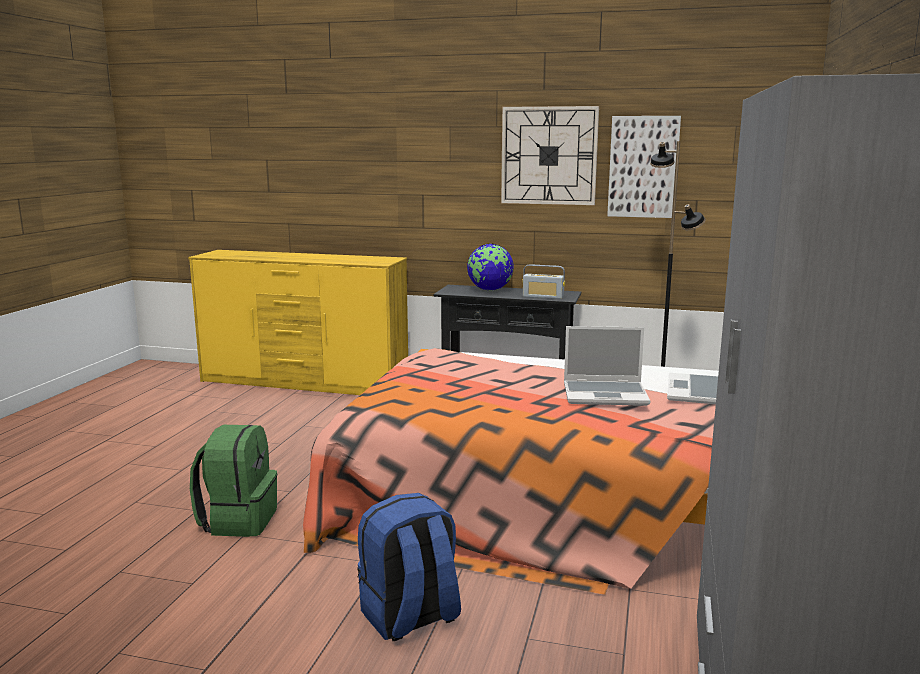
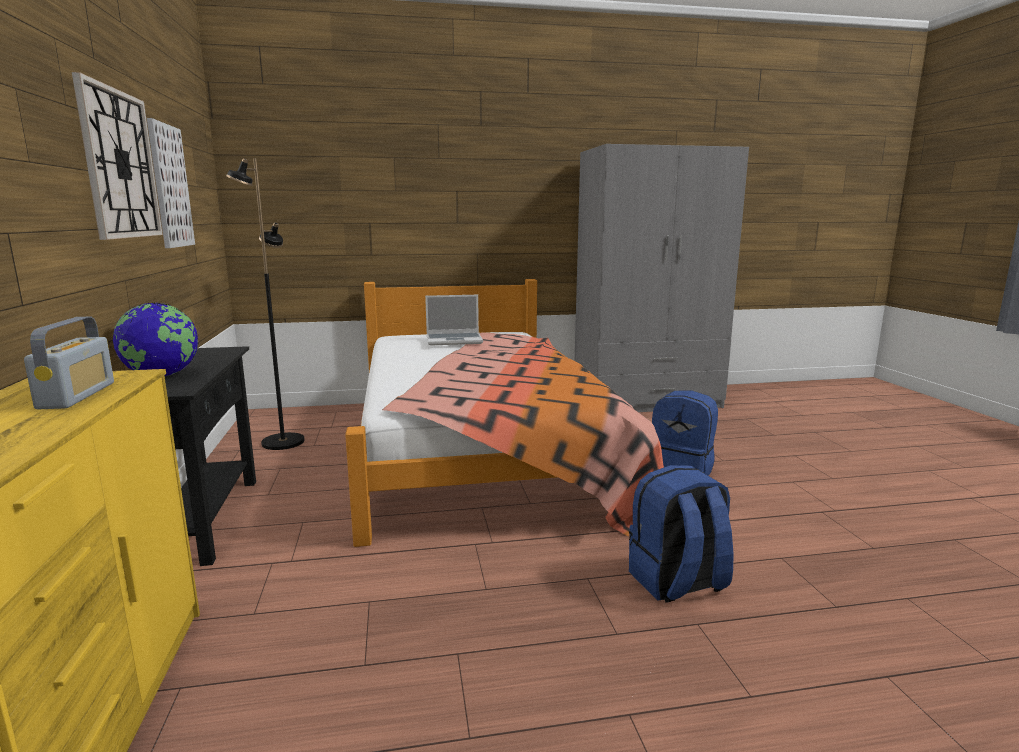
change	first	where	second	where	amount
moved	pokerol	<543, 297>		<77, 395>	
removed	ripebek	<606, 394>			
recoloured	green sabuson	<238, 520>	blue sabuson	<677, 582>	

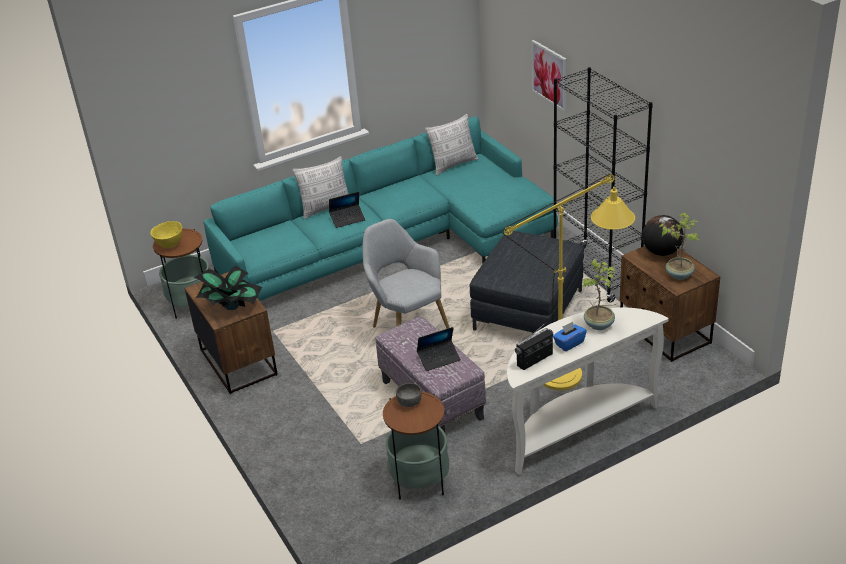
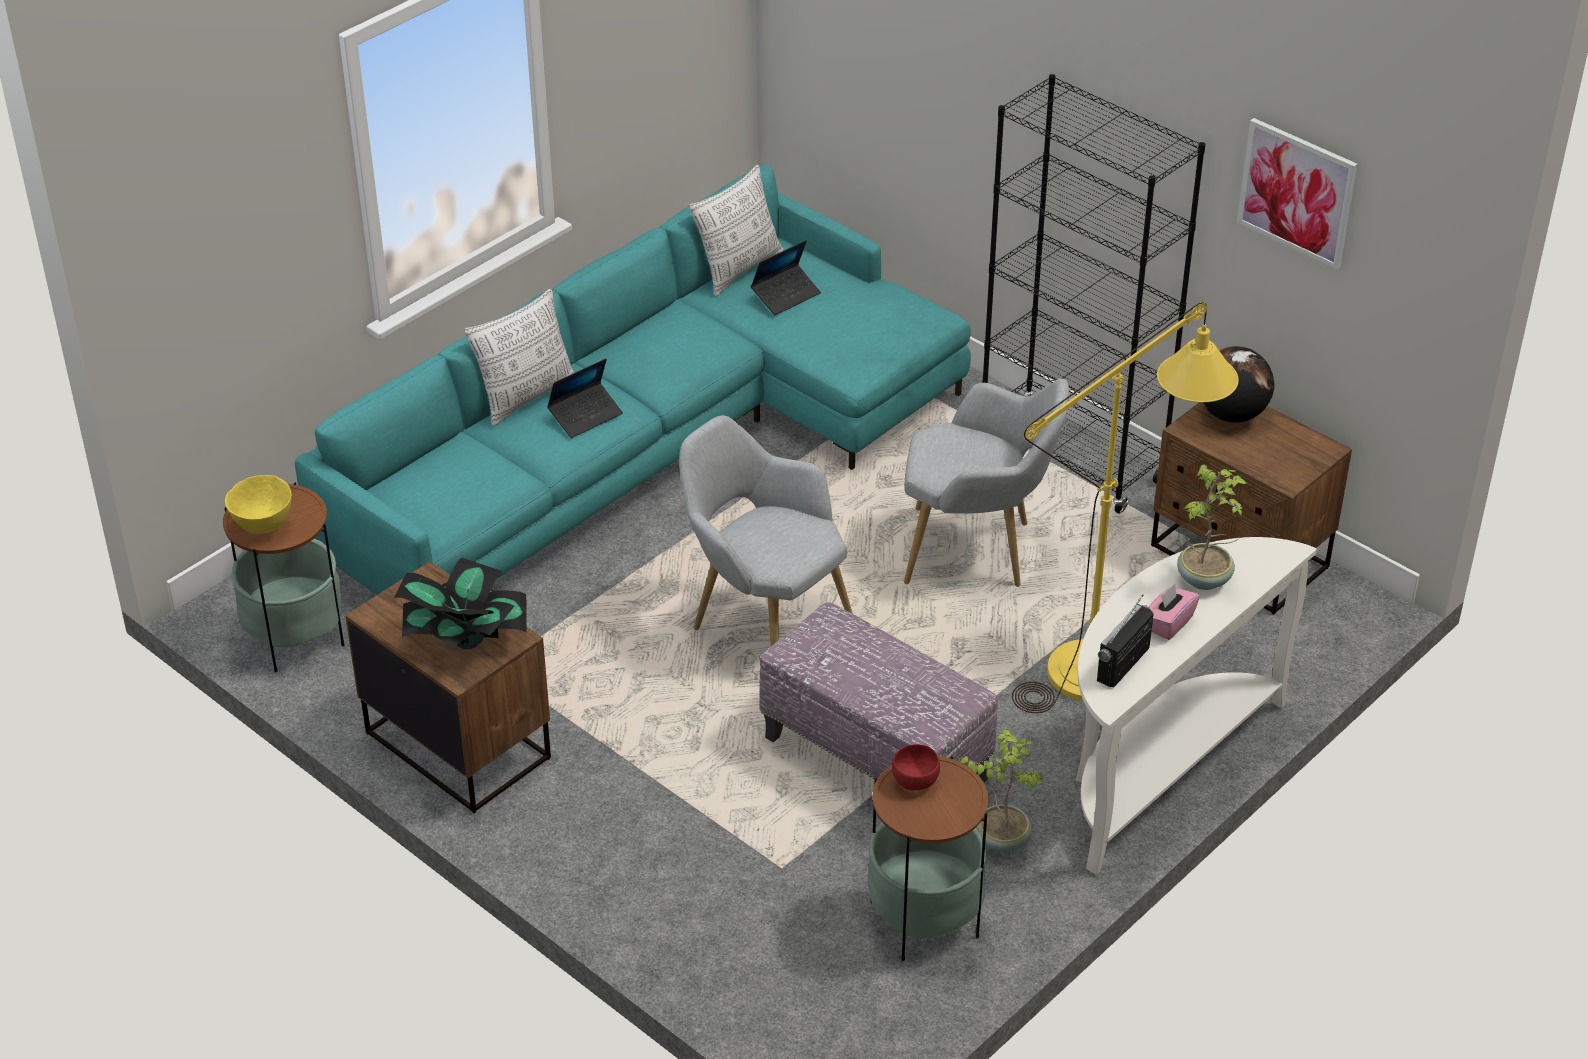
change	first	where	second	where	amount
moved	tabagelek	<549, 75>		<1297, 192>	
moved	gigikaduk	<679, 274>		<1002, 839>	
replaced	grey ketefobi	<528, 311>	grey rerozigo	<977, 552>	
recoloured	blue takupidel	<569, 343>	pink takupidel	<1168, 623>	
moved	ripebek	<439, 358>		<786, 295>	
recoloured	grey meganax	<409, 402>	red meganax	<915, 780>	

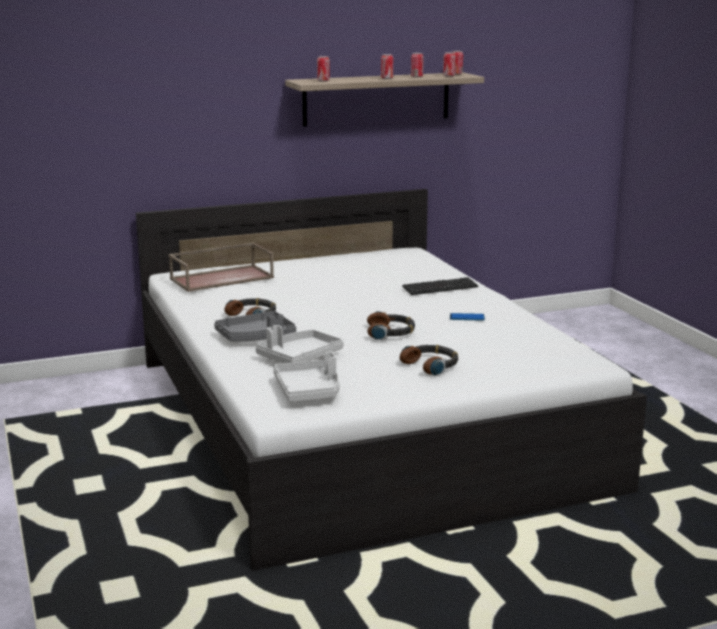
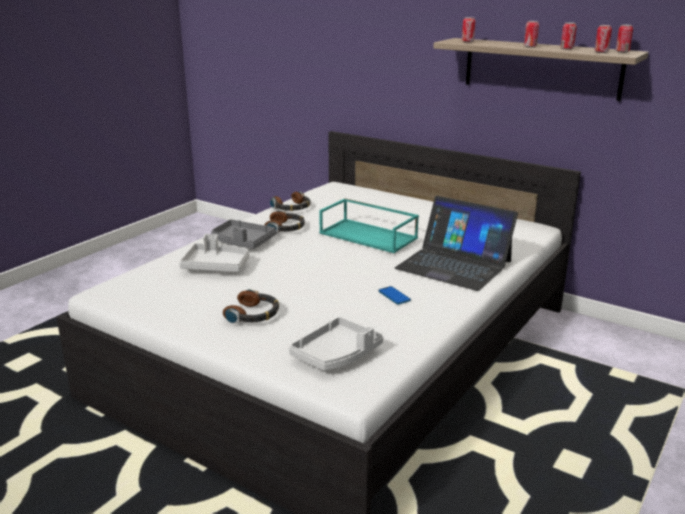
change	first	where	second	where	amount
removed	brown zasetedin	<222, 278>			
replaced	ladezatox	<440, 288>	ripebek	<454, 264>	
moved	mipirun	<391, 332>		<292, 208>	
moved	grey zasetedin	<309, 391>		<337, 355>	
added			turquoise zasetedin	<369, 235>	

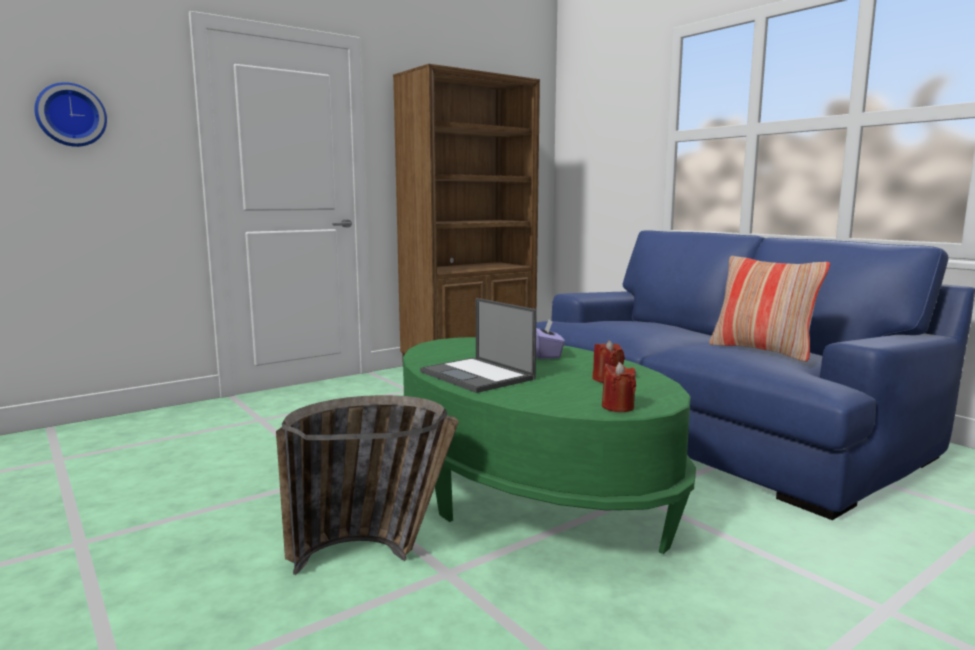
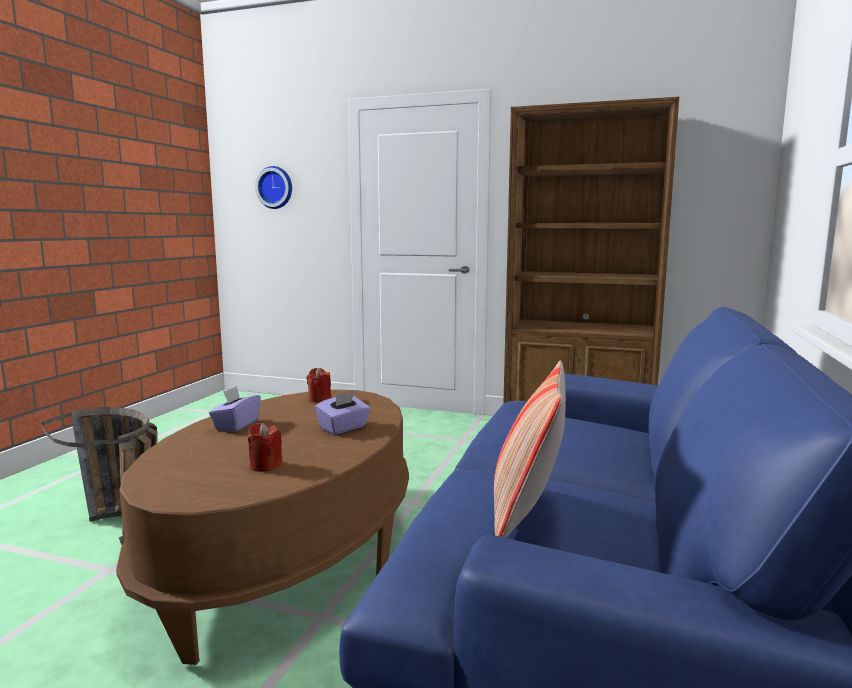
change	first	where	second	where	amount
replaced	ripebek	<478, 376>	purple takupidel	<236, 425>	
recoloured	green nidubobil	<529, 489>	brown nidubobil	<288, 555>	
moved	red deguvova	<617, 407>		<319, 399>	

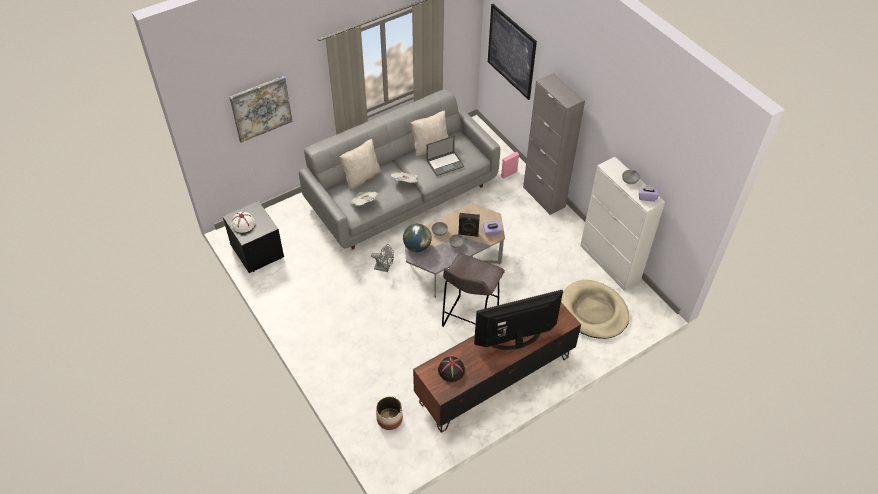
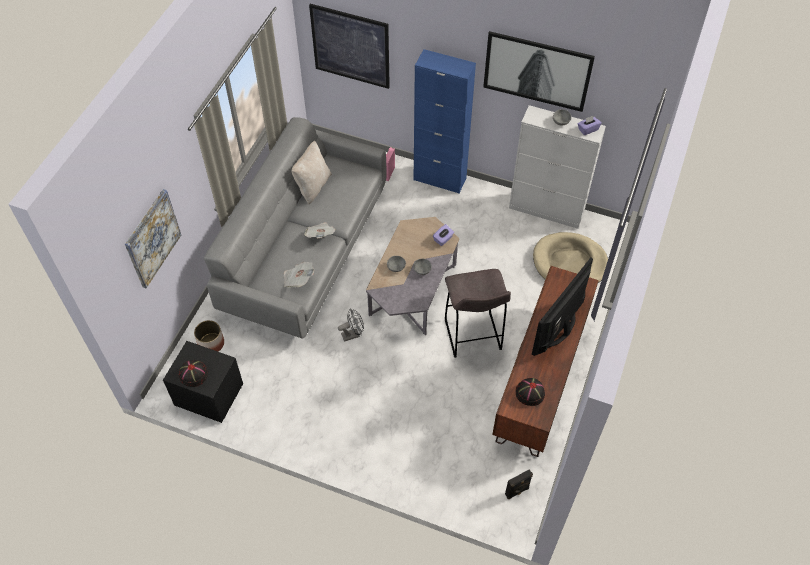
change	first	where	second	where	amount
recoloured	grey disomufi	<544, 197>	blue disomufi	<439, 179>	
removed	ripebek	<445, 163>			
removed	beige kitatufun	<361, 177>			
recoloured	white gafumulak	<243, 224>	black gafumulak	<193, 374>	
moved	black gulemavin	<468, 234>		<517, 491>	
removed	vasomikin	<417, 247>			
moved	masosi	<389, 418>		<211, 343>	
added			tabagelek	<537, 70>	

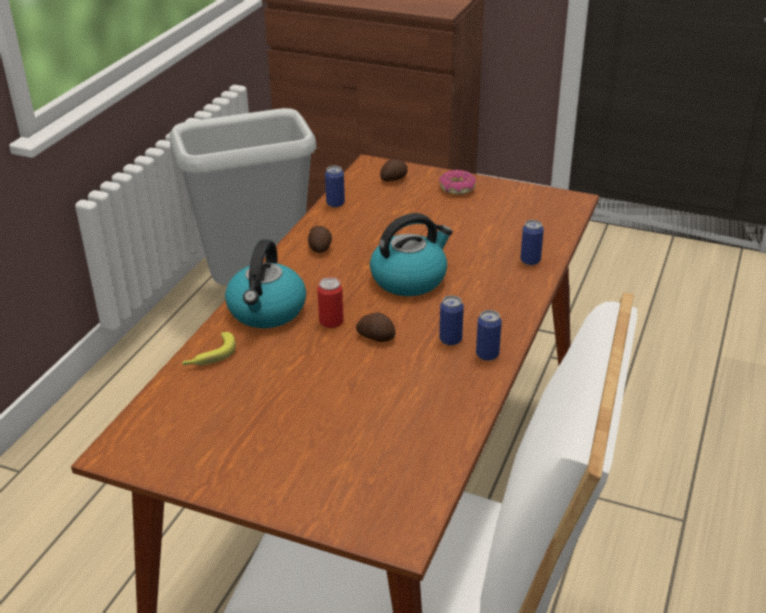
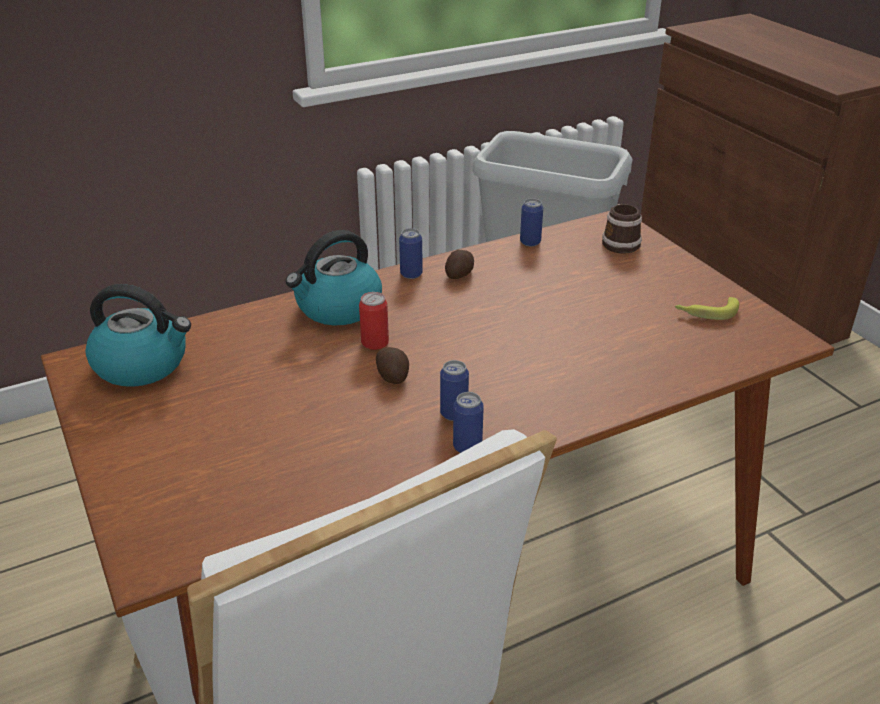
change	first	where	second	where	amount
replaced	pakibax	<394, 179>	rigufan	<619, 242>	
removed	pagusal	<457, 188>			
moved	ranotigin	<409, 279>		<143, 364>	
moved	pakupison	<530, 260>		<411, 274>	
moved	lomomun	<209, 356>		<706, 312>	

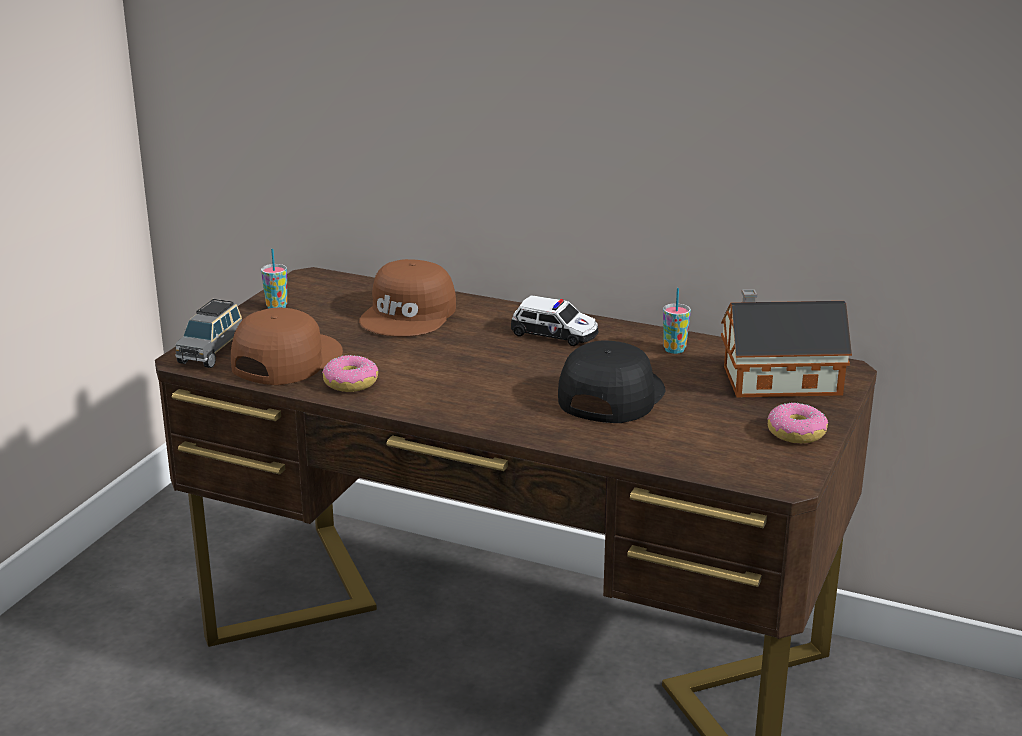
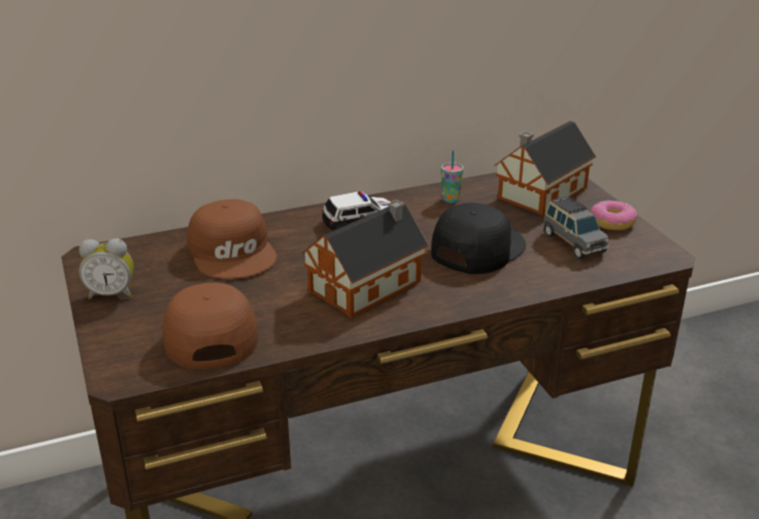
change	first	where	second	where	amount
replaced	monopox	<276, 307>	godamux	<111, 294>	
moved	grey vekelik	<212, 352>		<573, 243>	
turned	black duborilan	<609, 395>		<476, 248>	60 degrees clockwise
removed	pagusal	<351, 383>			
added			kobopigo	<369, 285>	

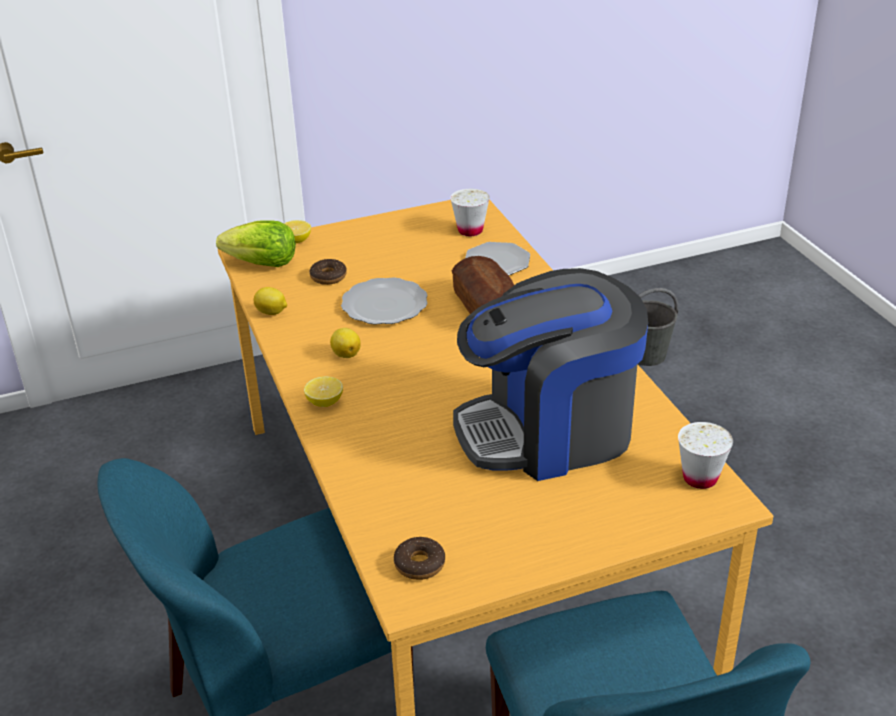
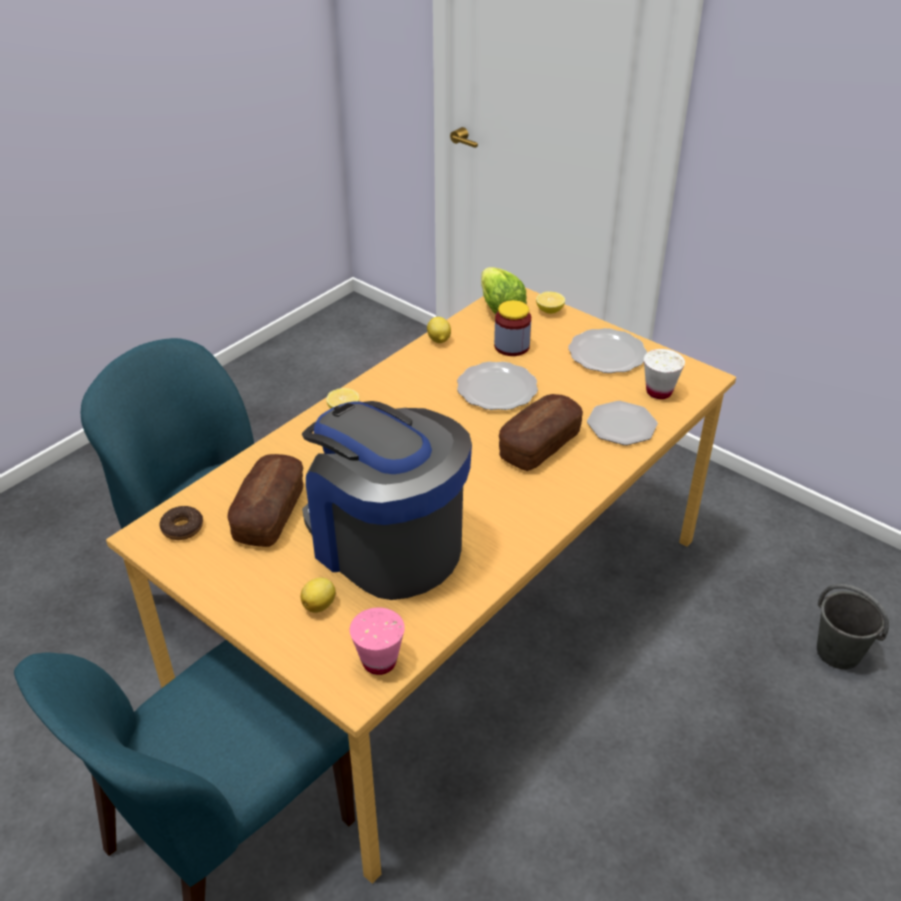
change	first	where	second	where	amount
replaced	pagusal	<328, 277>	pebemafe	<511, 346>	
moved	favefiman	<346, 354>		<320, 605>	
recoloured	white monopox	<700, 478>	pink monopox	<379, 661>	
added			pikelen	<607, 355>	
added			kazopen	<270, 514>	

